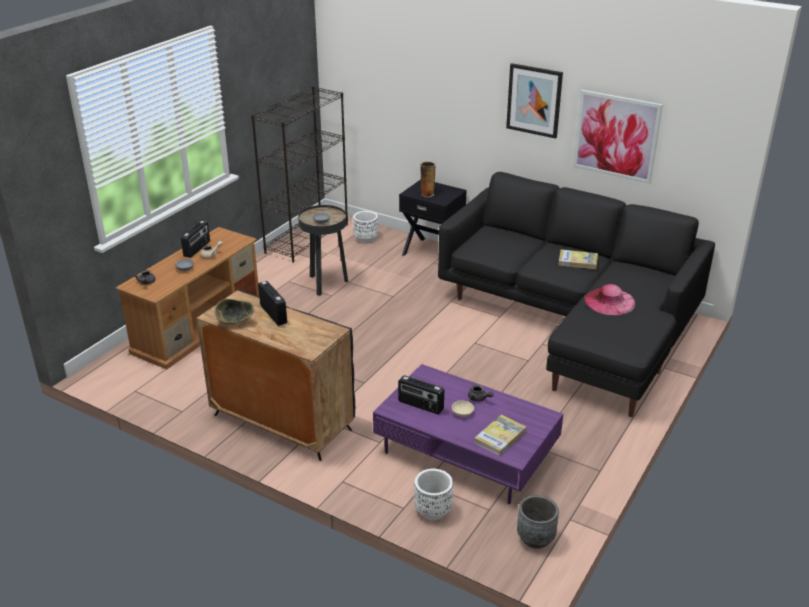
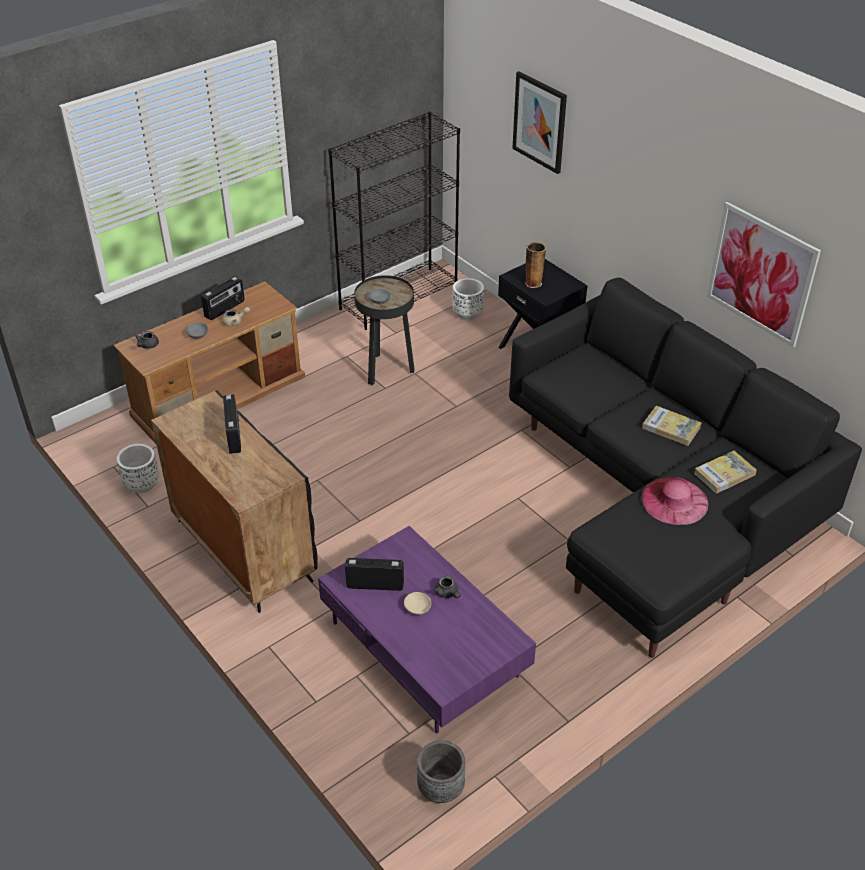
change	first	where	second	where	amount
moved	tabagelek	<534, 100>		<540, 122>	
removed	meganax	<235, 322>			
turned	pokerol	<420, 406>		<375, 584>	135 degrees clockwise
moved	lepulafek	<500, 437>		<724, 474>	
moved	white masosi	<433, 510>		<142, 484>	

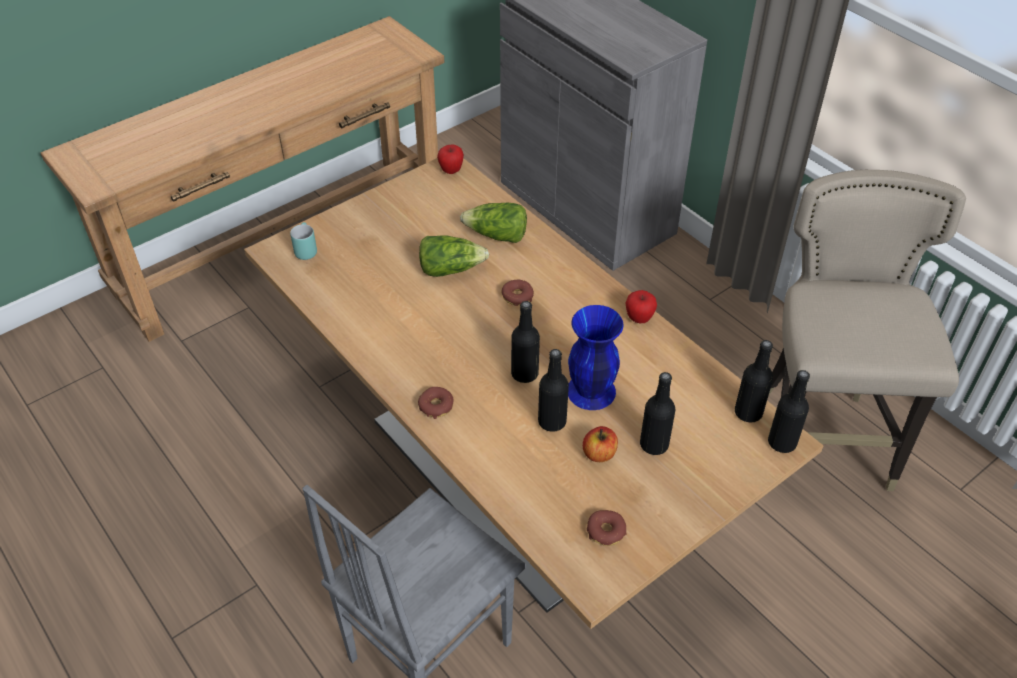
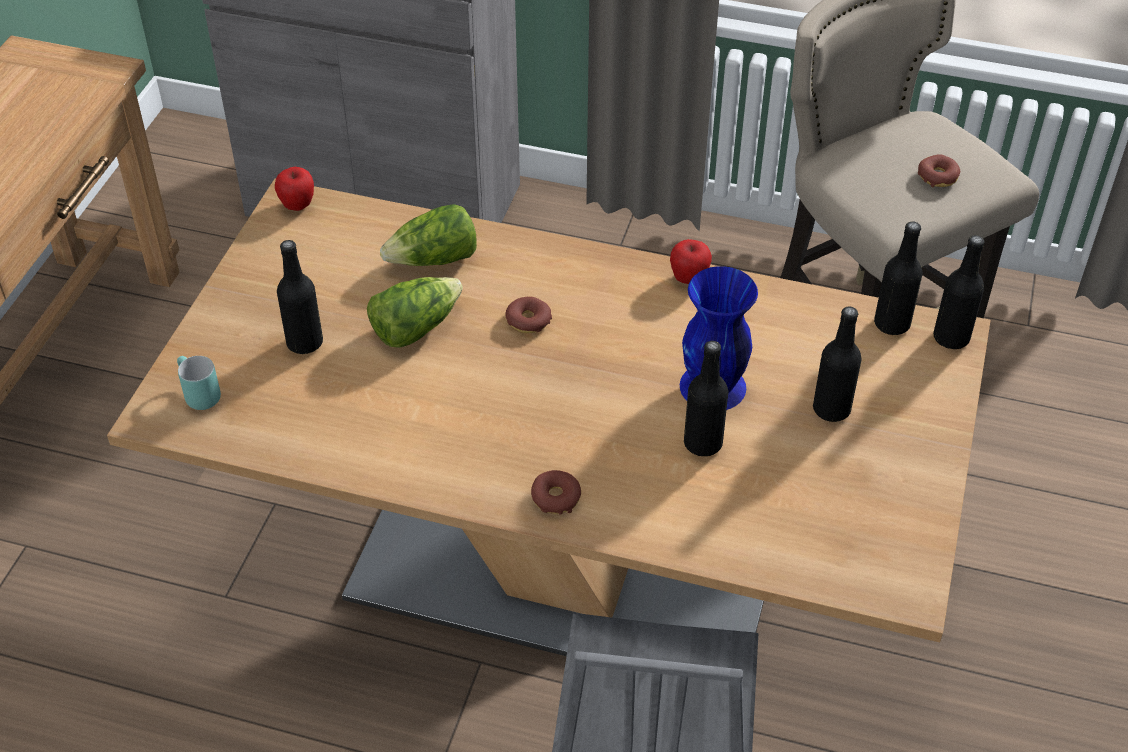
change	first	where	second	where	amount
moved	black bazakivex	<524, 374>		<305, 342>	
removed	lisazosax	<599, 454>			
moved	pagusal	<606, 531>		<937, 176>	

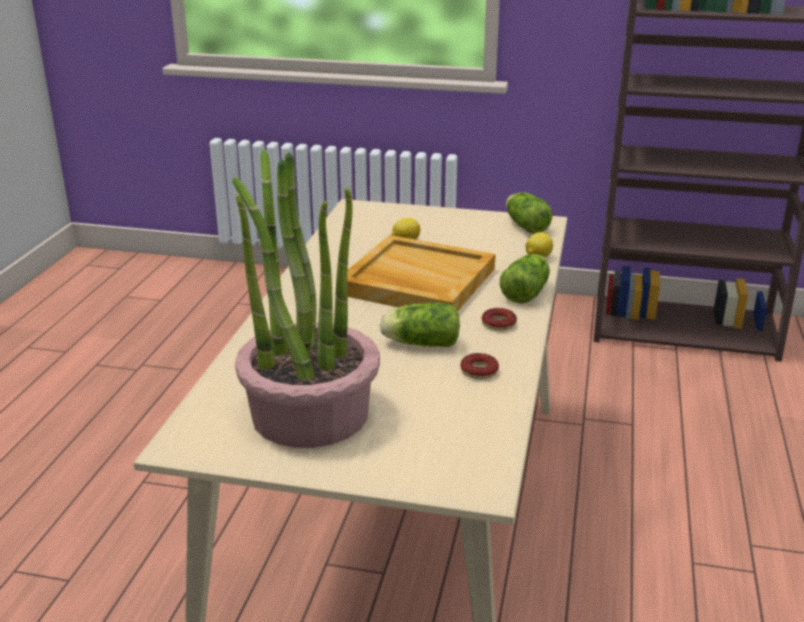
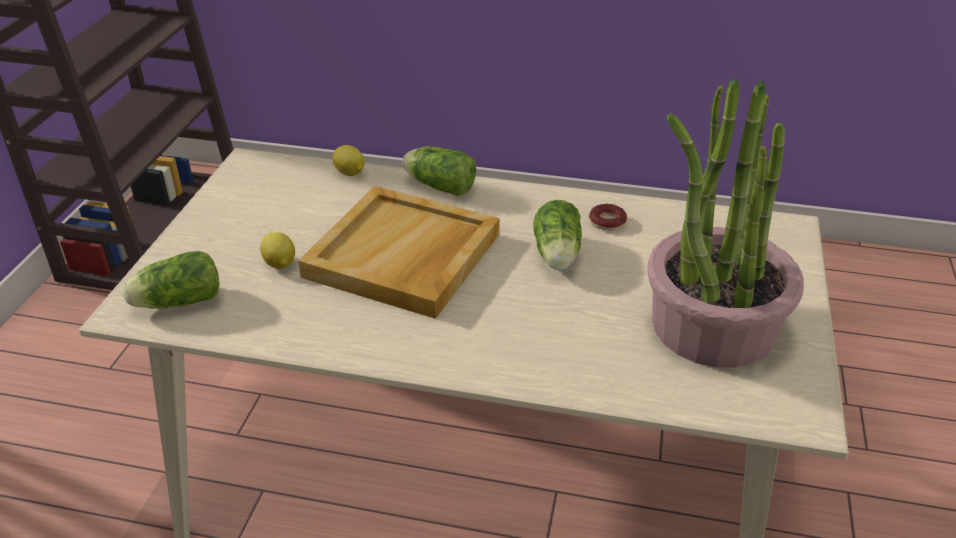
change	first	where	second	where	amount
moved	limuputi	<525, 225>		<176, 302>	
removed	pagusal	<498, 324>			

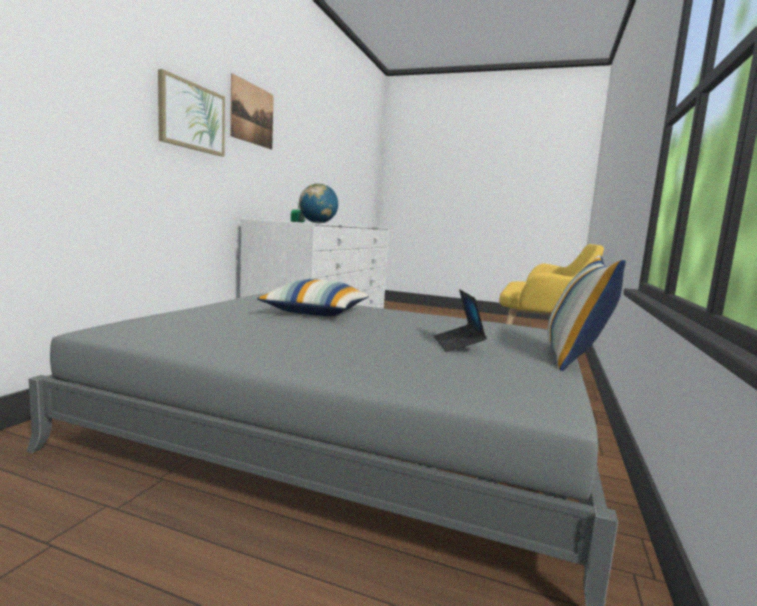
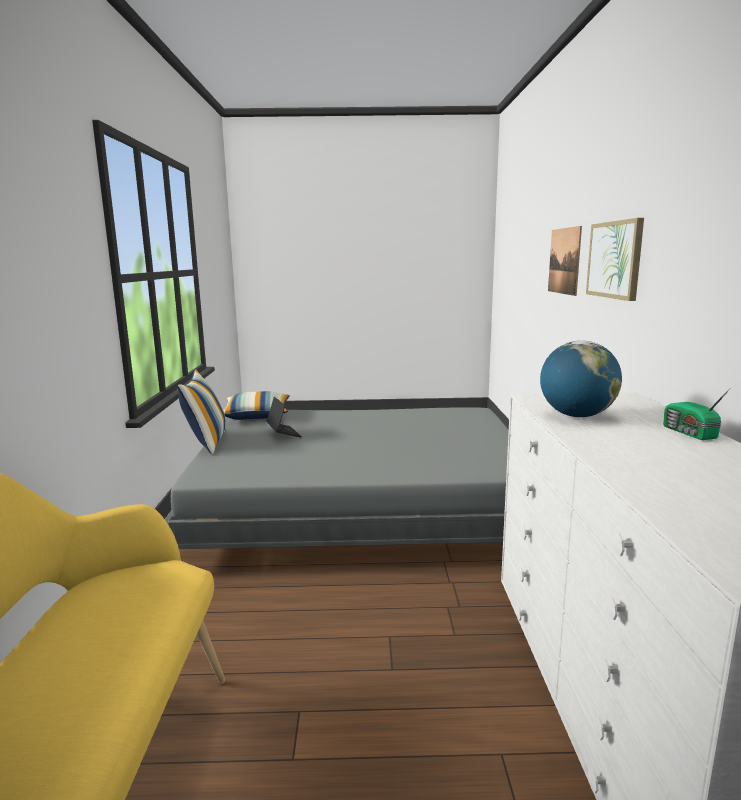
change	first	where	second	where	amount
moved	tabagelek	<252, 114>		<564, 261>	
moved	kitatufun	<316, 313>		<257, 416>	

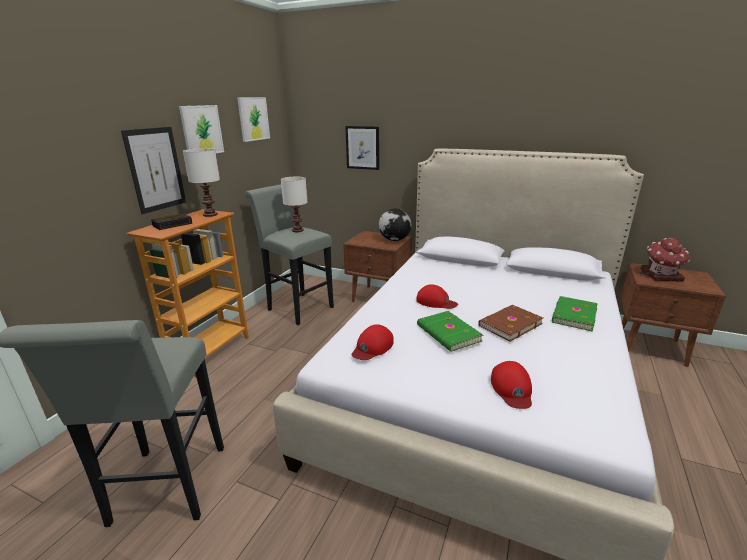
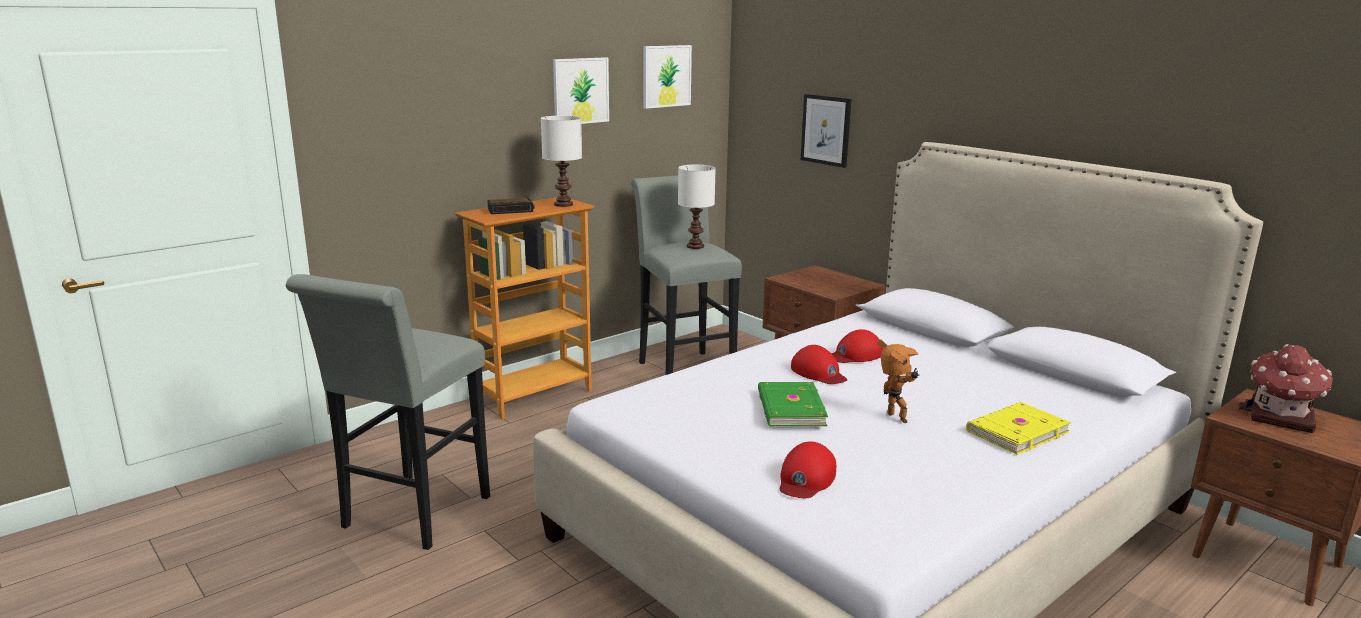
change	first	where	second	where	amount
removed	tabagelek	<155, 169>			
removed	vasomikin	<394, 240>			
recoloured	green lepulafek	<573, 315>	yellow lepulafek	<1015, 431>	
replaced	brown lepulafek	<509, 324>	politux	<894, 419>	
moved	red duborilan	<372, 347>		<855, 355>	

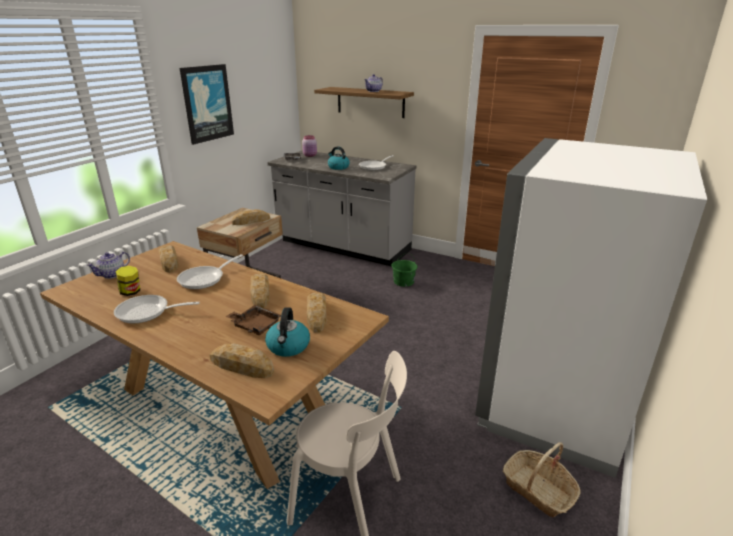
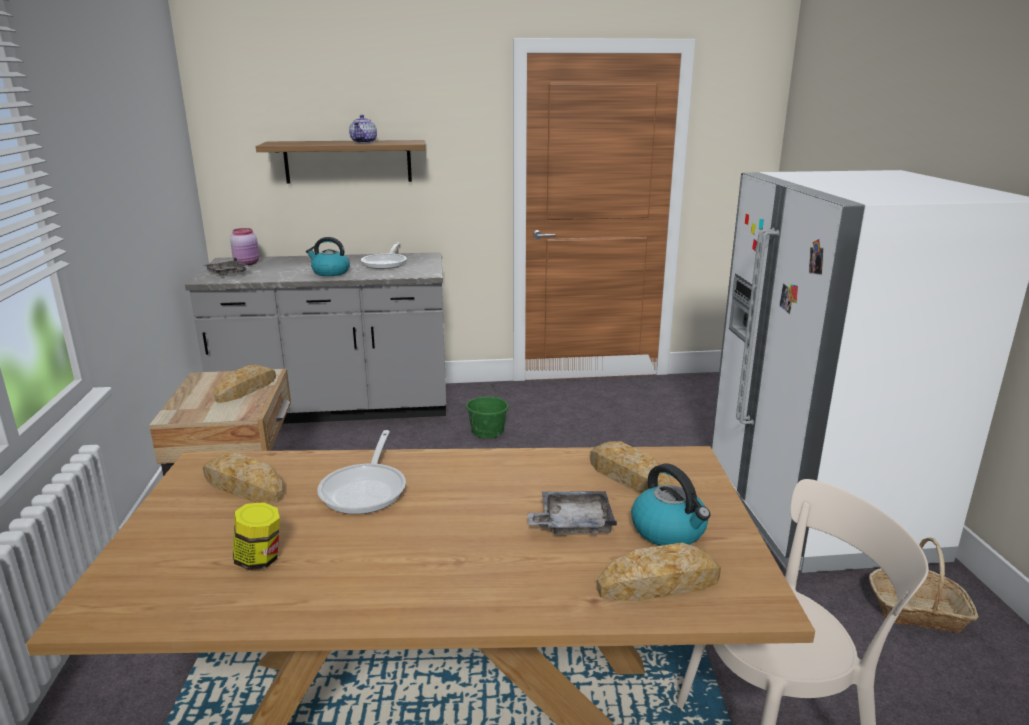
change	first	where	second	where	amount
removed	tabagelek	<207, 103>			
removed	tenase	<112, 274>			
removed	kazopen	<260, 294>			
removed	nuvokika	<147, 312>			
recoloured	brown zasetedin	<255, 325>	grey zasetedin	<573, 523>	

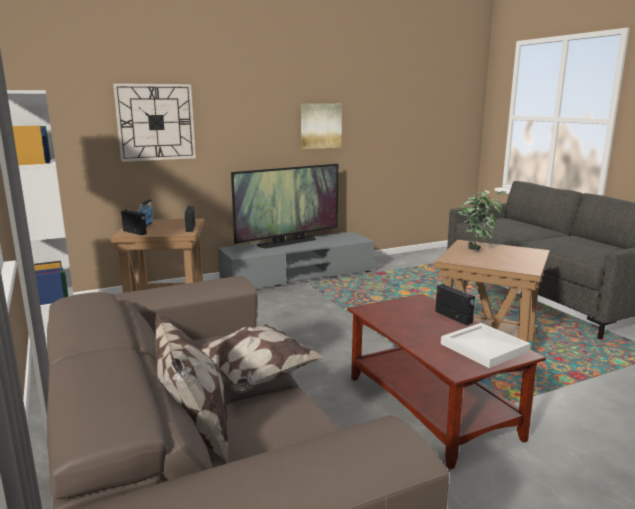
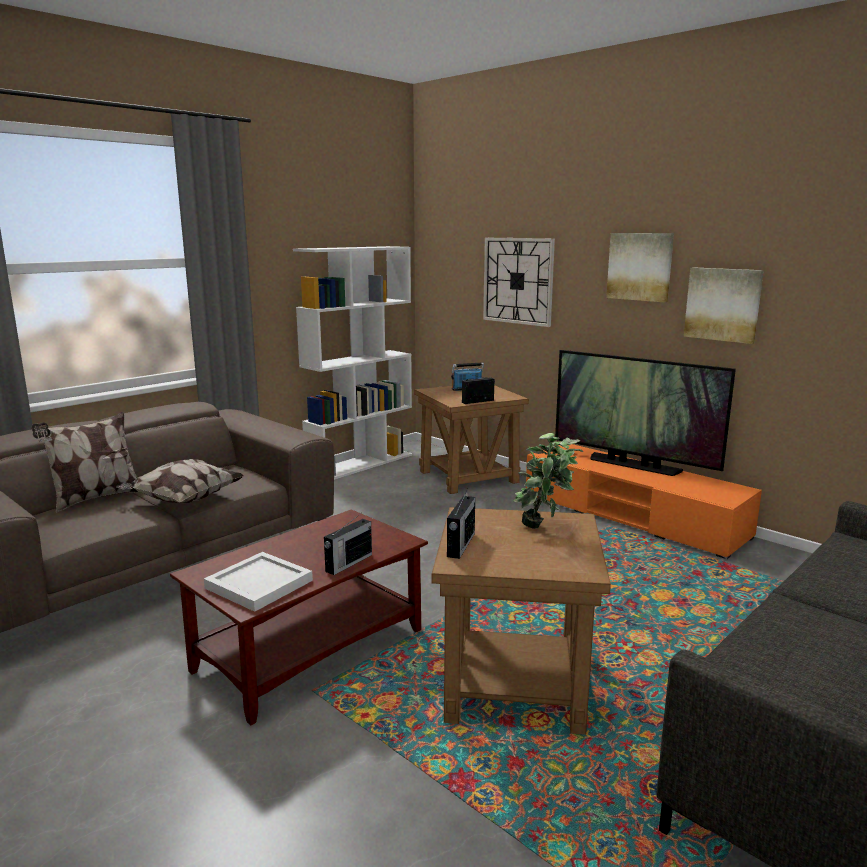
change	first	where	second	where	amount
moved	pokerol	<135, 232>		<460, 545>	
recoloured	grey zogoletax	<298, 276>	orange zogoletax	<632, 516>	
added			tabagelek	<640, 266>	

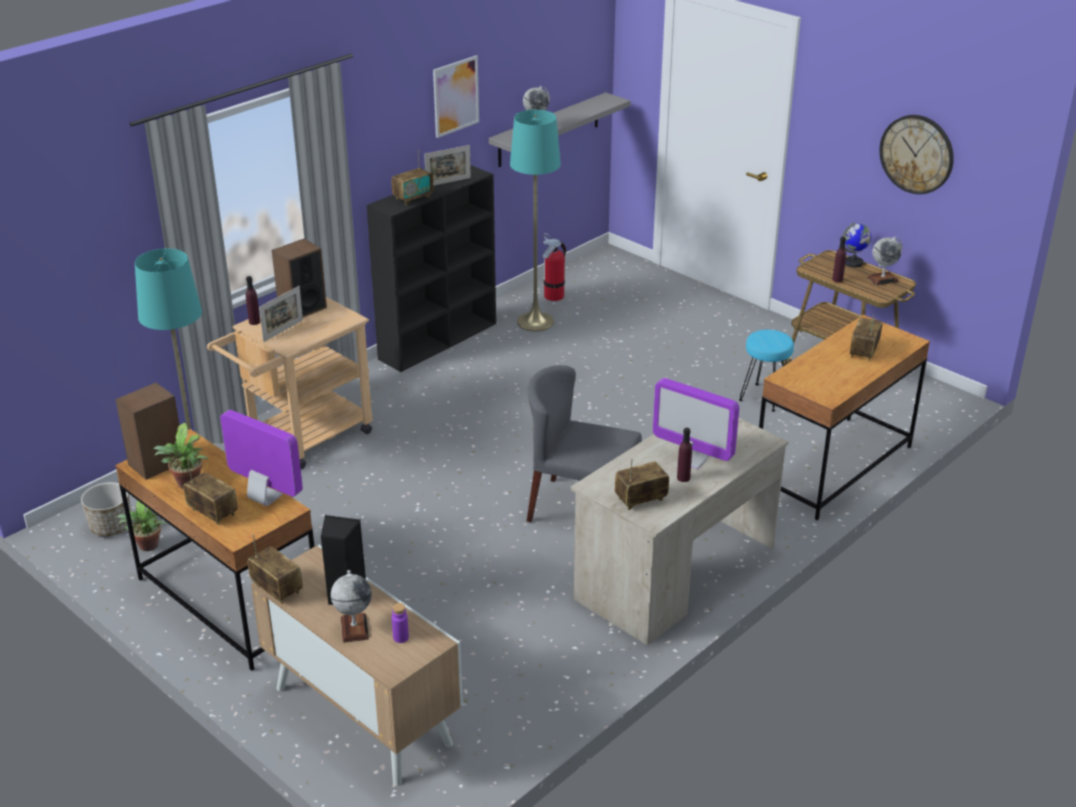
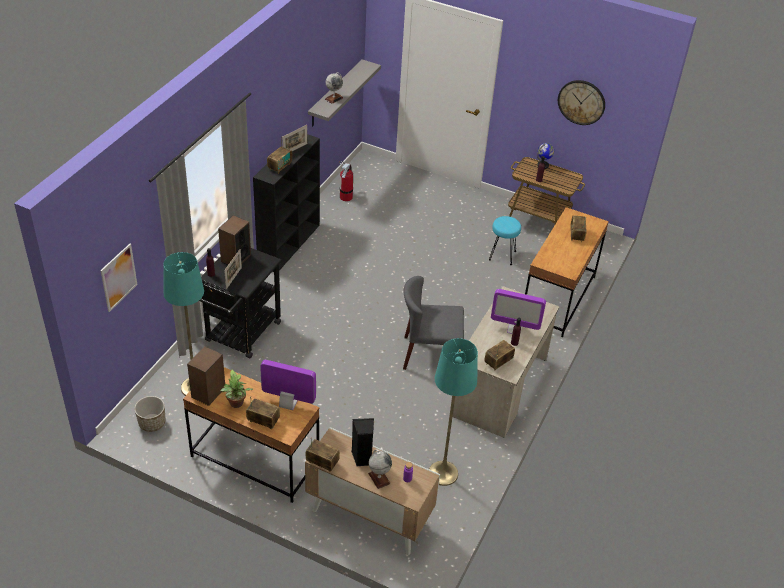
change	first	where	second	where	amount
moved	tabagelek	<456, 96>		<118, 277>	
moved	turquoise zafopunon	<535, 322>		<443, 473>	
removed	vasomikin	<882, 279>			
recoloured	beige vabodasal	<302, 439>	black vabodasal	<239, 336>	
removed	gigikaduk	<147, 547>			

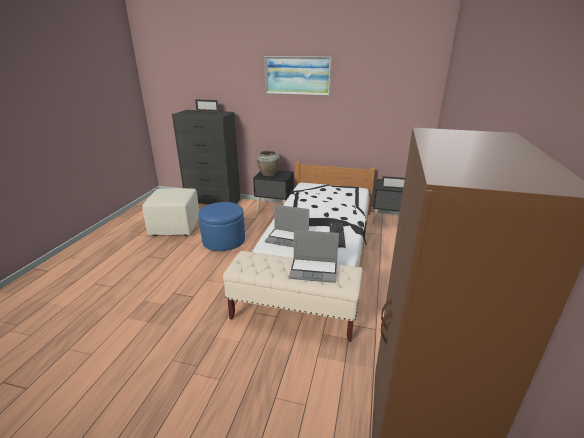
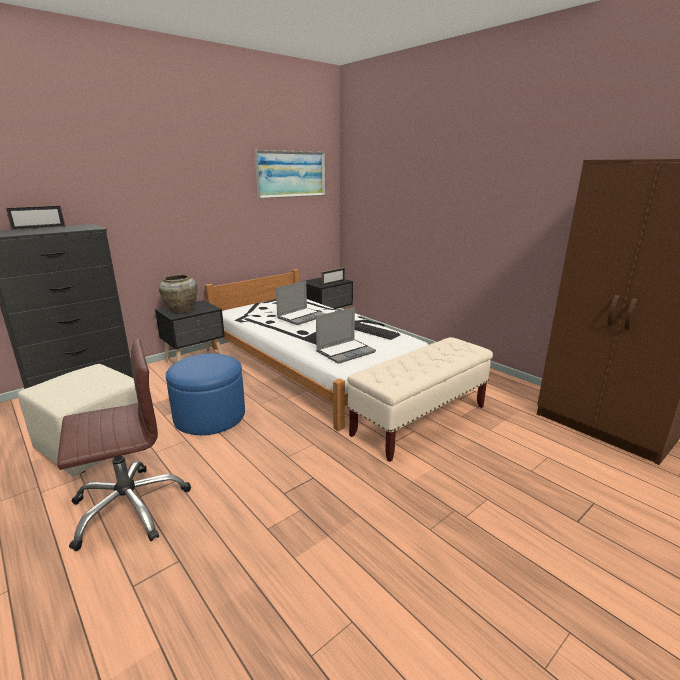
change	first	where	second	where	amount
moved	tabagelek	<297, 75>		<291, 174>	
moved	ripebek	<314, 270>		<301, 317>	
added			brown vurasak	<129, 507>	

